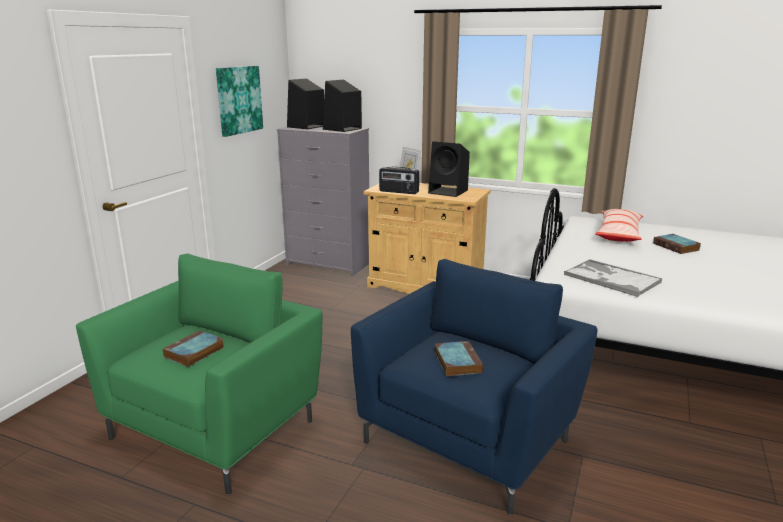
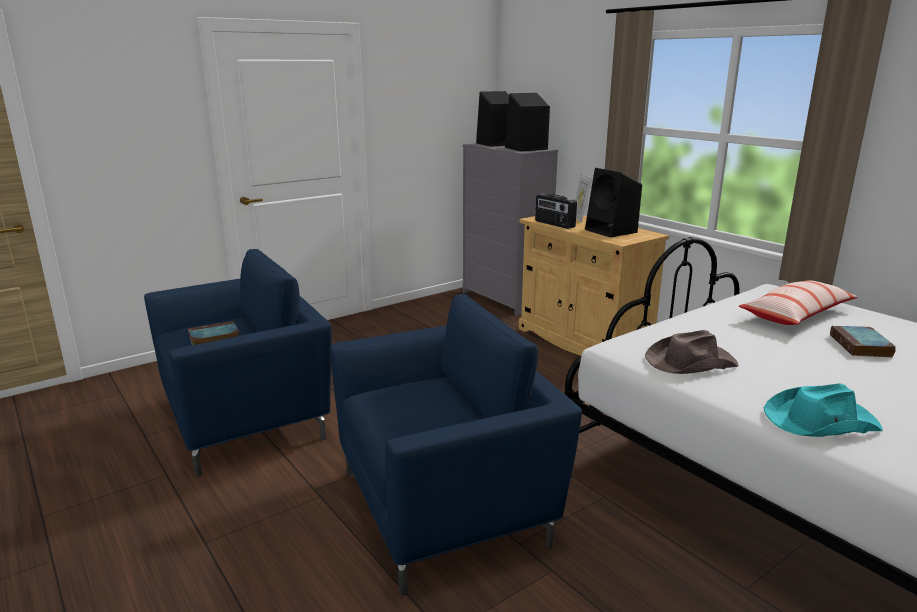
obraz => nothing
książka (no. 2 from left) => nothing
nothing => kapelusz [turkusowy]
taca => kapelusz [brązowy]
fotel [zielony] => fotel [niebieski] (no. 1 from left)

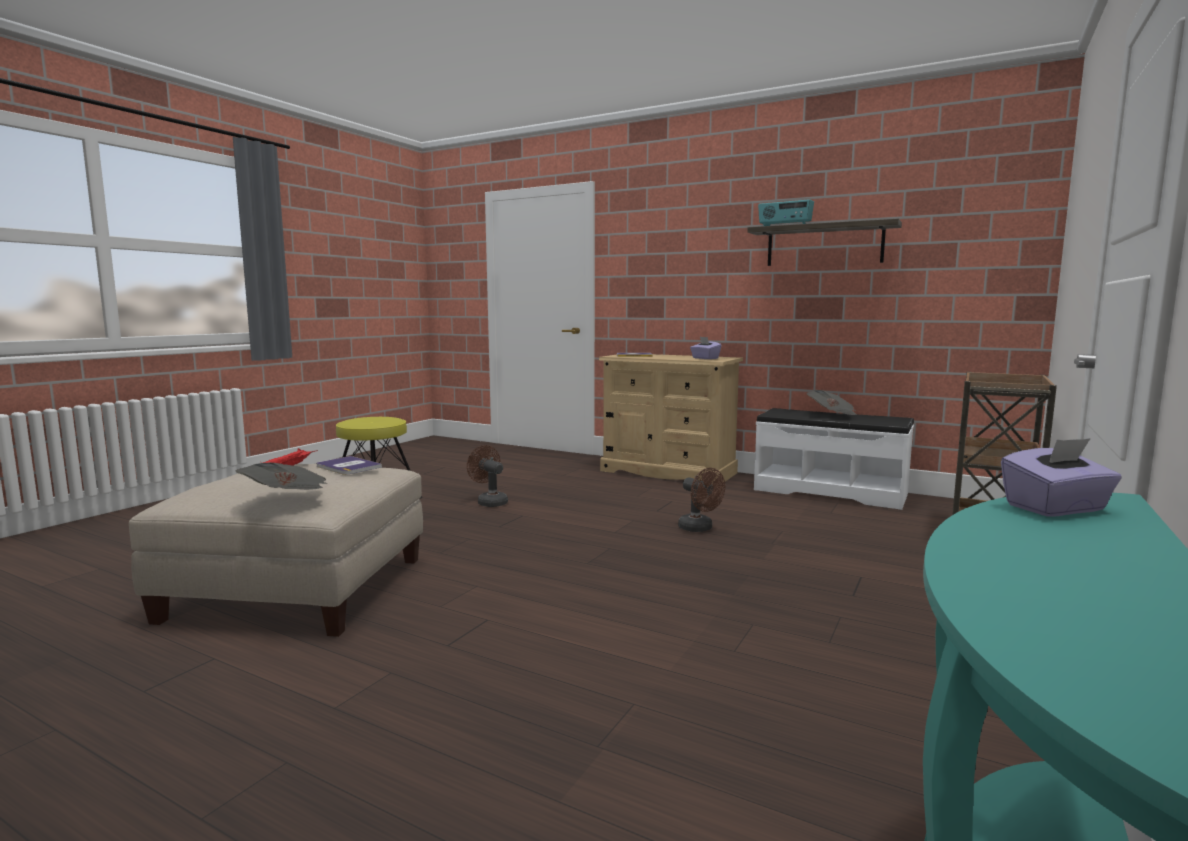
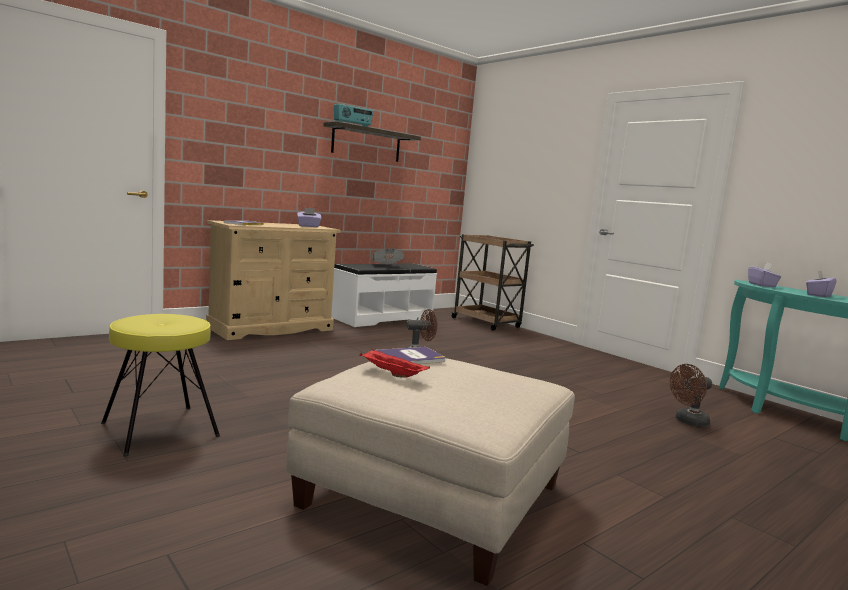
gazeta (no. 1 from left) => nothing
nothing => pudełko chusteczek [fioletowy] (no. 3 from left)
wentylator [brązowy] (no. 1 from left in the first image) => wentylator [brązowy] (no. 2 from left), relocated

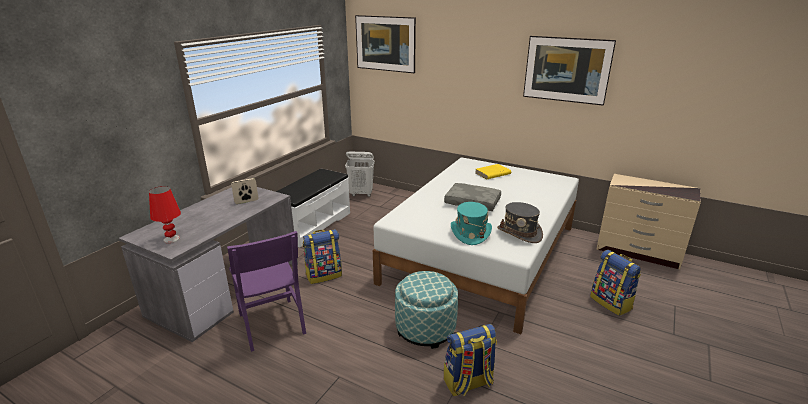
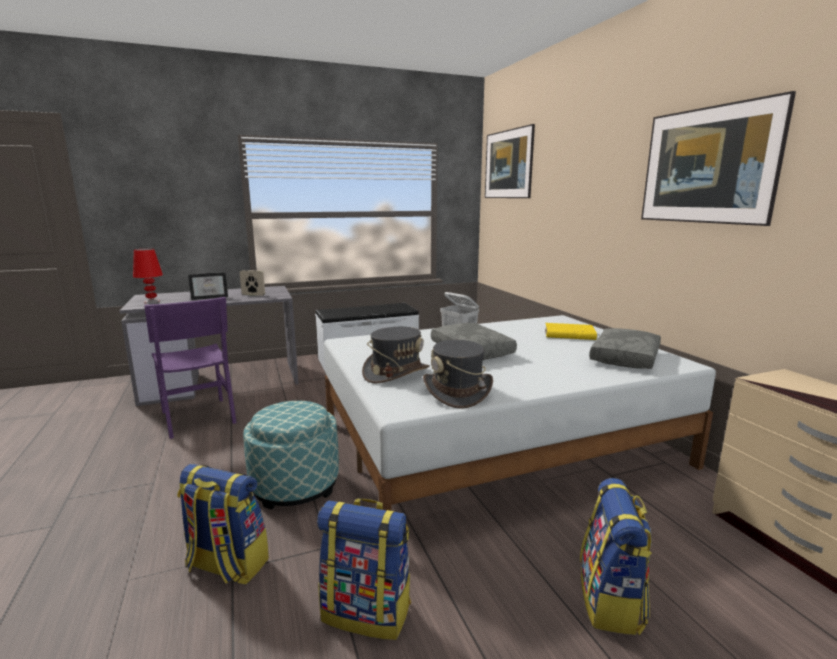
nothing => ramka na zdjęcie (no. 1 from left)
nothing => poduszka [szary] (no. 2 from left)
plecak (no. 1 from left in the first image) => plecak (no. 2 from left), relocated
kapelusz [turkusowy] => kapelusz [szary] (no. 1 from left)
krzesło [fioletowy], 45 degrees counterclockwise

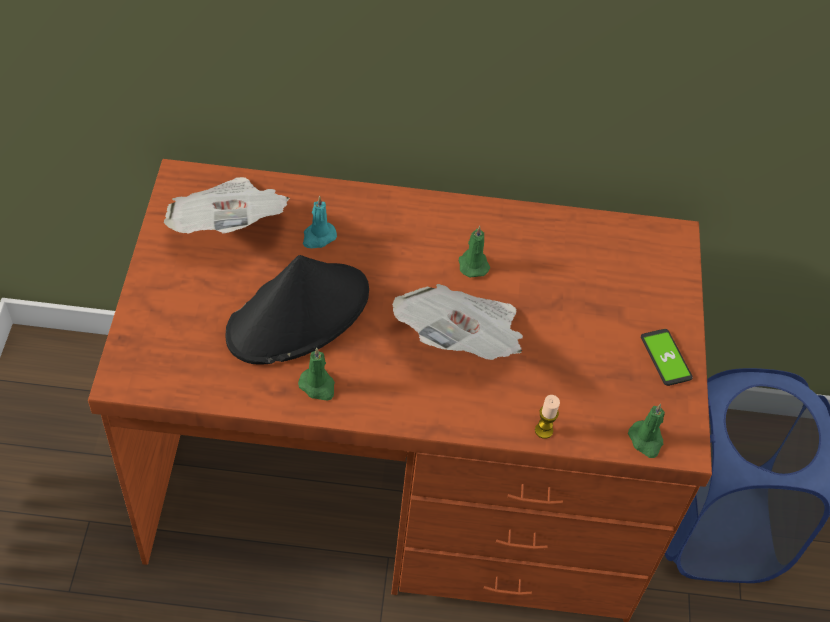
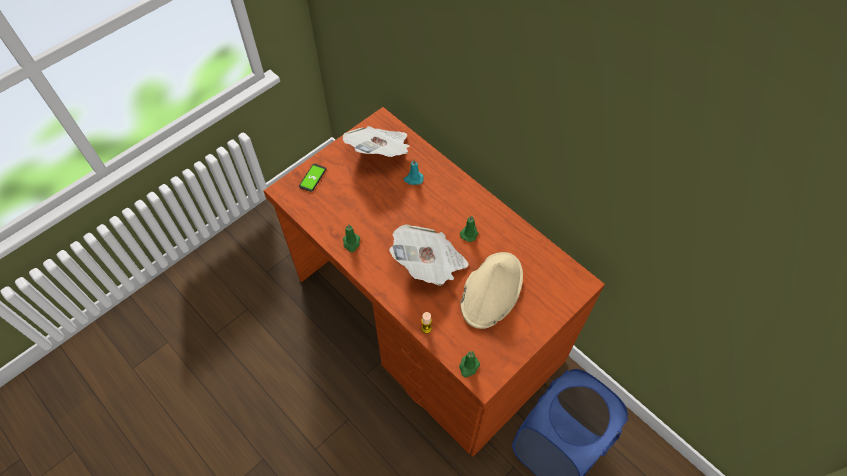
kapelusz [czarny] => nothing
nothing => kapelusz [beżowy]
telefon, relocated

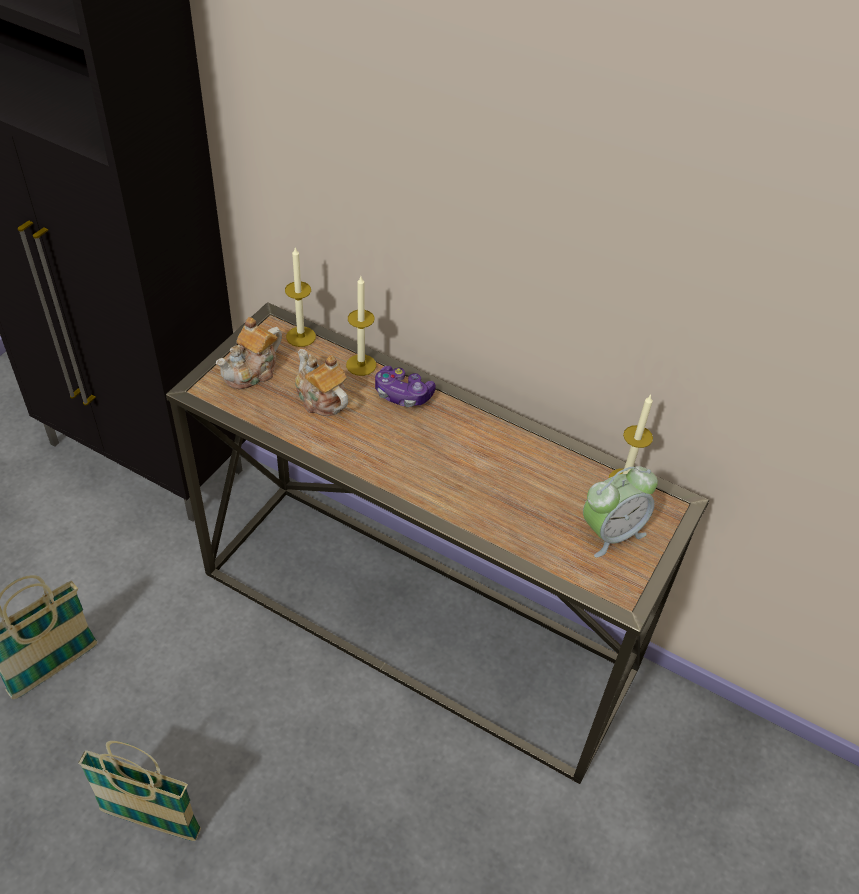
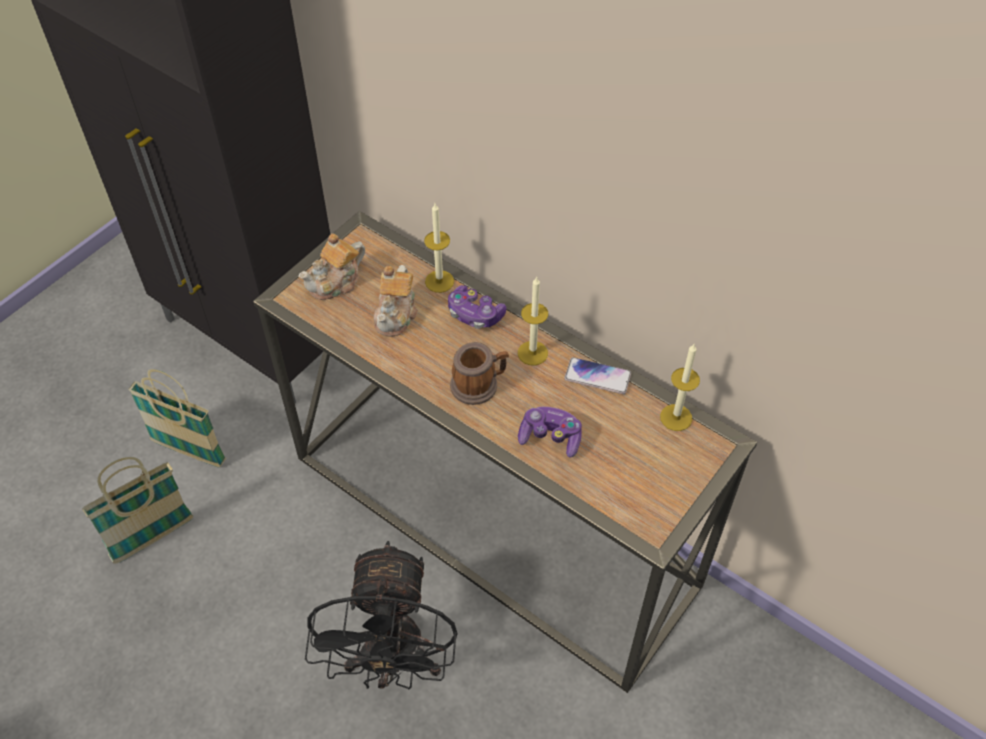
budzik => nothing
nothing => wentylator [czarny]
nothing => kubek
nothing => pad do gier (no. 2 from left)
nothing => telefon
koszyk (no. 2 from left), relocated
świeca (no. 1 from left in the first image) => świeca (no. 2 from left), relocated
imbryk (no. 2 from left), 135 degrees counterclockwise

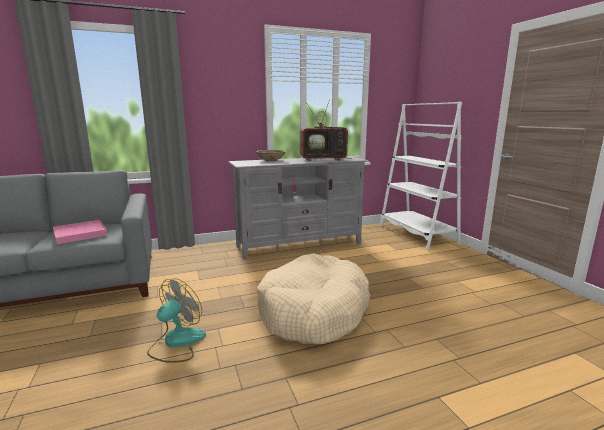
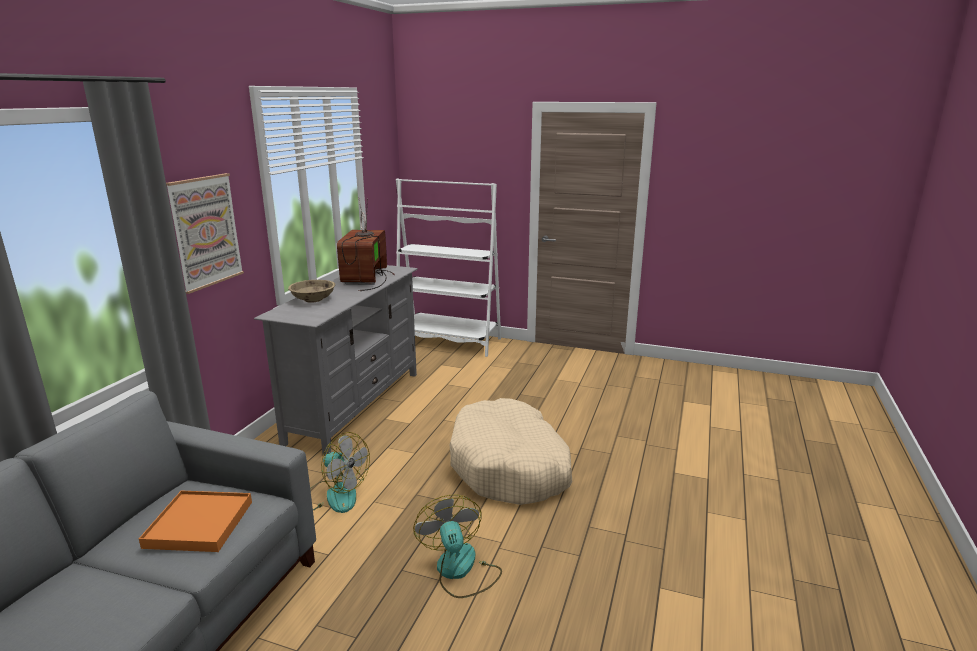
nothing => obraz
nothing => wentylator (no. 1 from left)
taca [różowy] => taca [pomarańczowy]
telewizor, 150 degrees clockwise

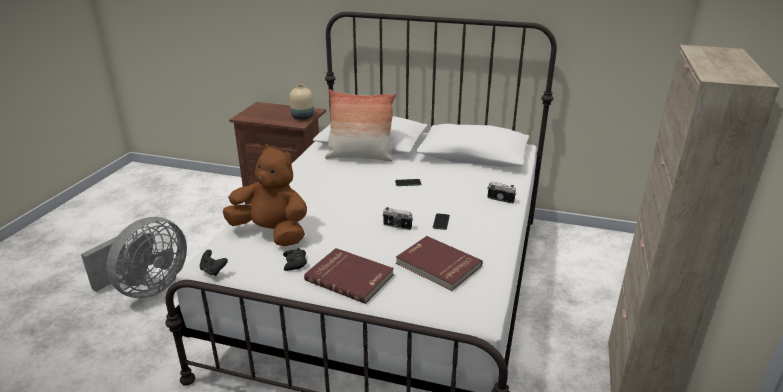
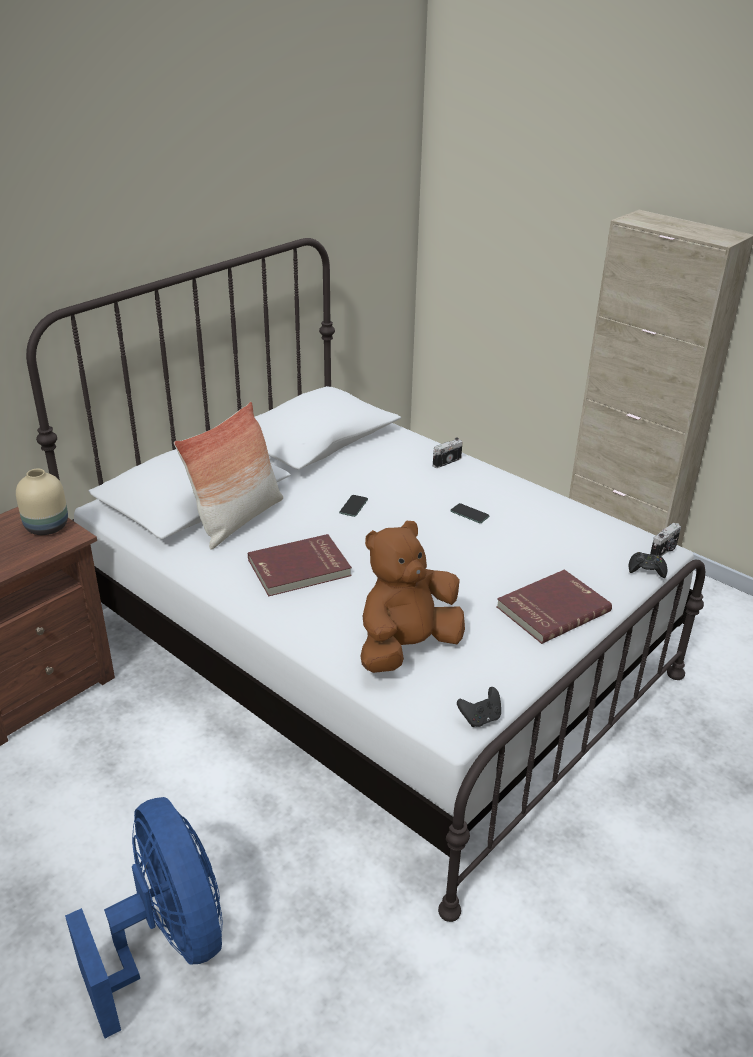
pad do gier [czarny] (no. 2 from left), relocated
aparat fotograficzny (no. 1 from left in the first image) => aparat fotograficzny (no. 2 from left), relocated
książka [czerwony] (no. 2 from left in the first image) => książka [czerwony] (no. 1 from left), relocated
wentylator [szary] => wentylator [niebieski]

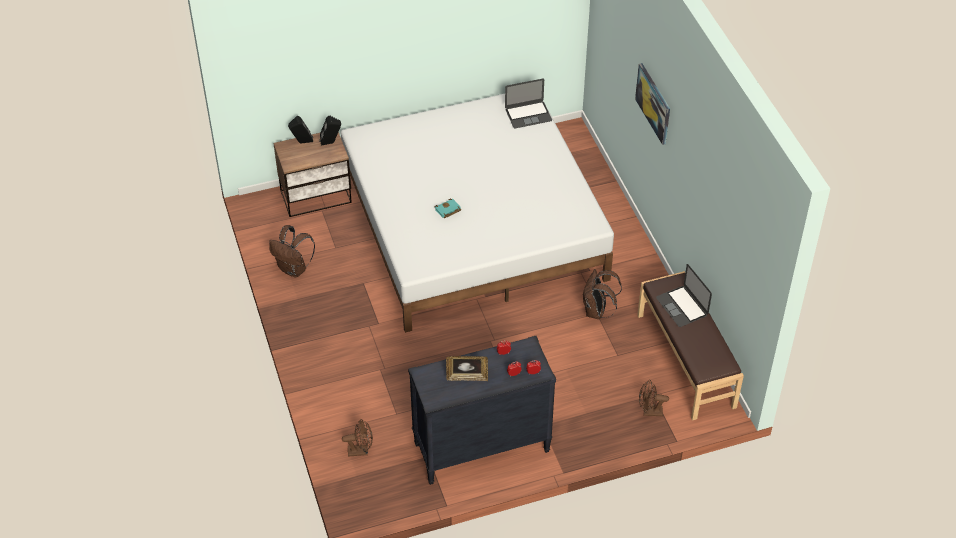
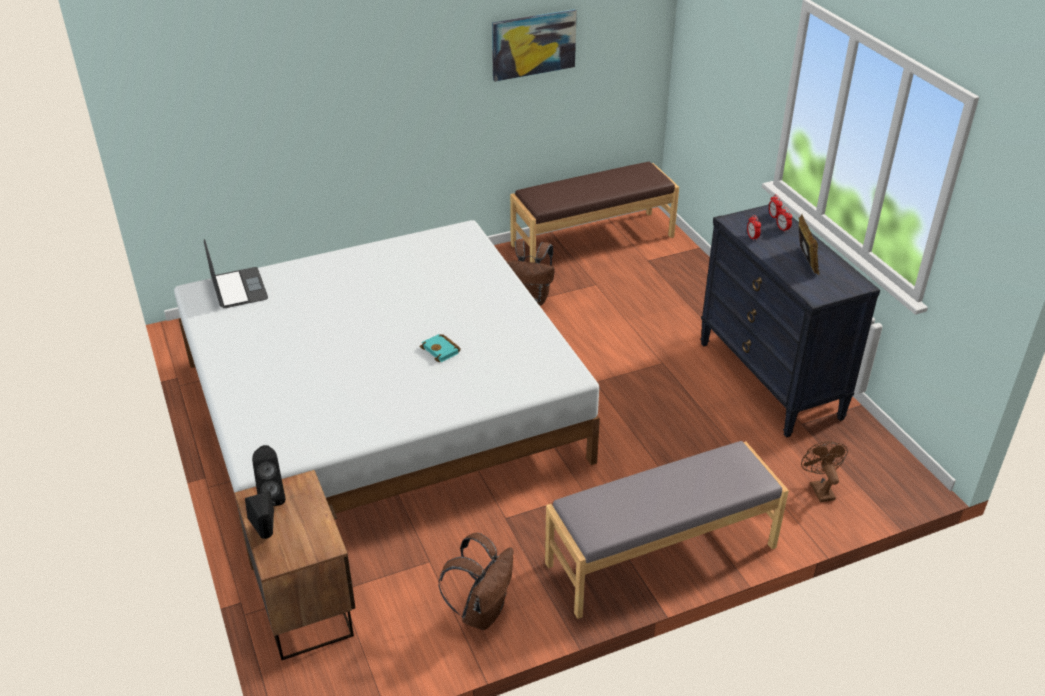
wentylator [brązowy] (no. 2 from left) => nothing
laptop (no. 2 from left) => nothing
nothing => ławka [szary]
obraz, relocated

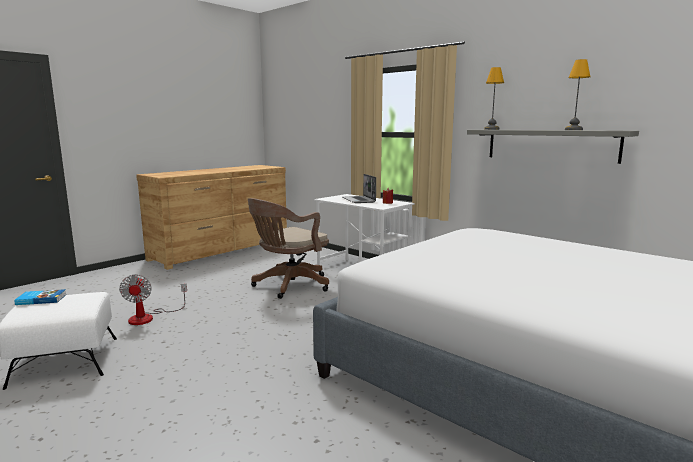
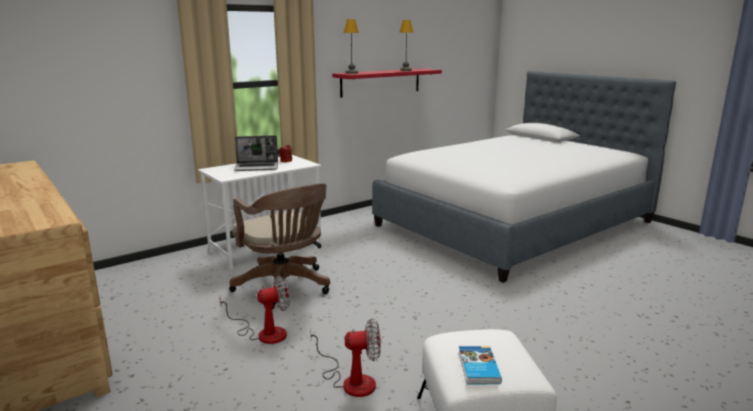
nothing => wentylator (no. 1 from left)
półka [szary] => półka [czerwony]

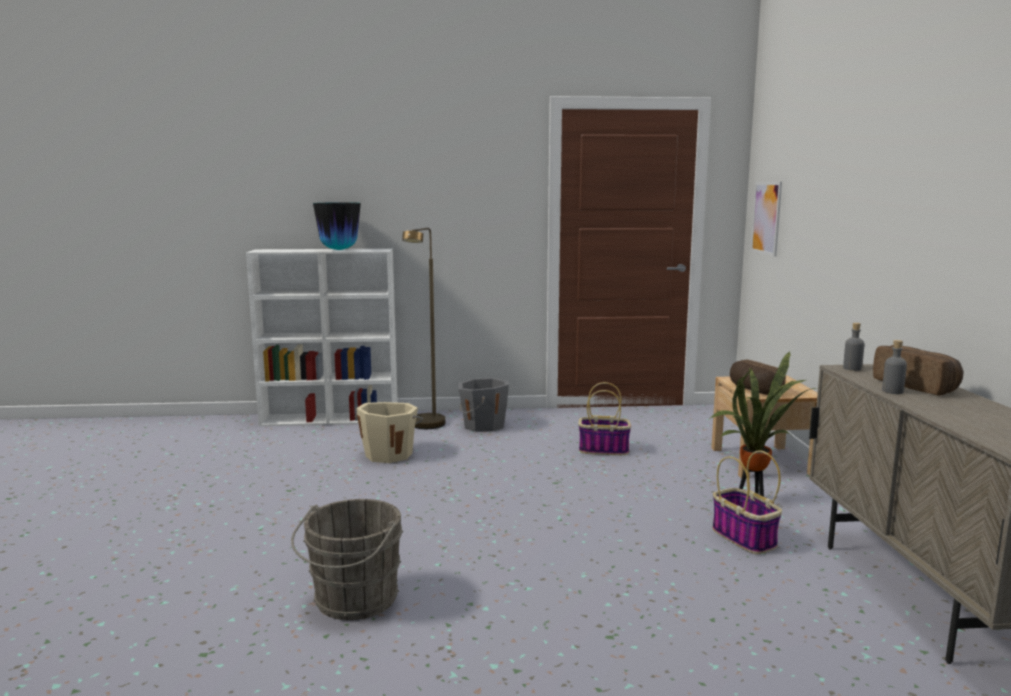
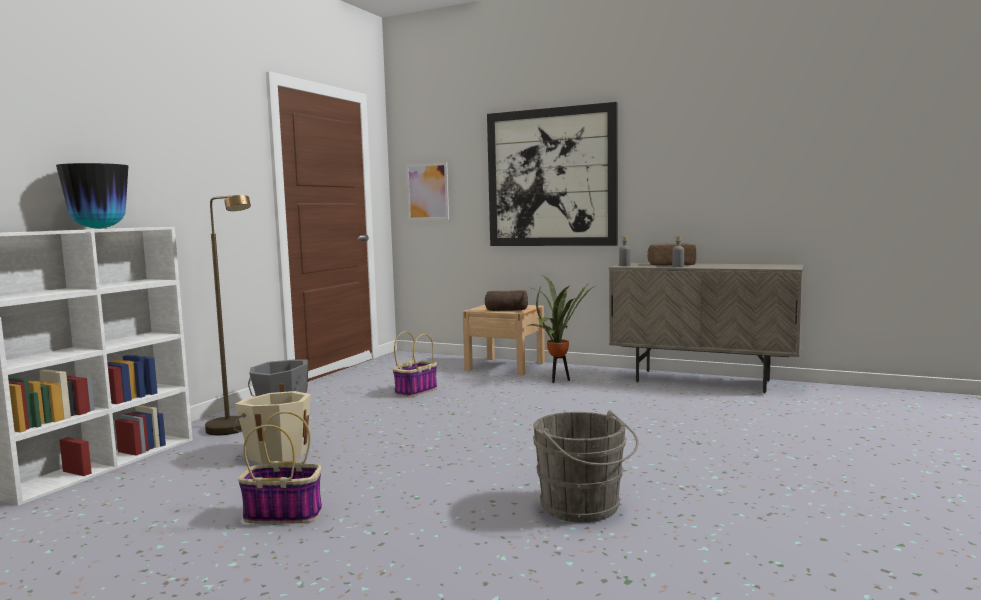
nothing => obraz (no. 2 from left)
koszyk (no. 2 from left in the first image) => koszyk (no. 1 from left), relocated

